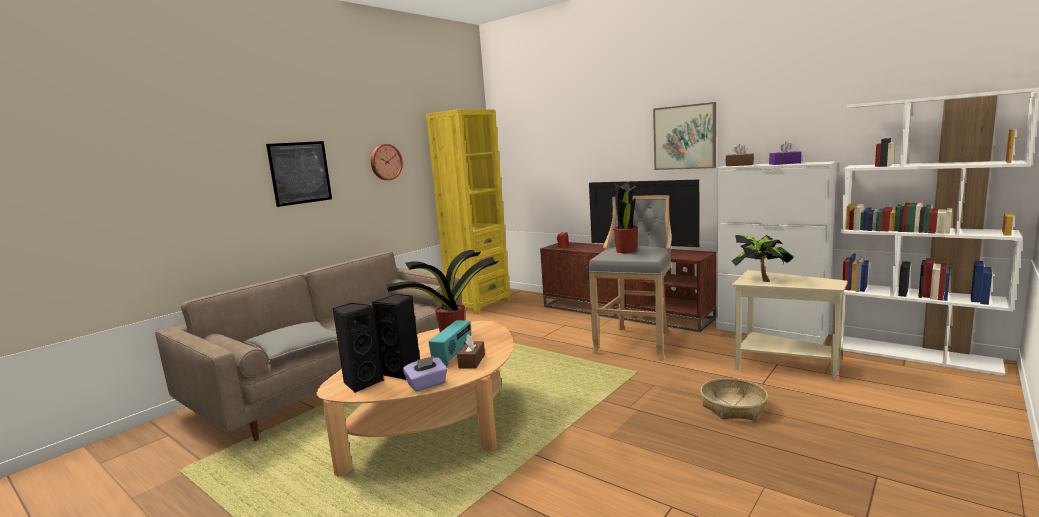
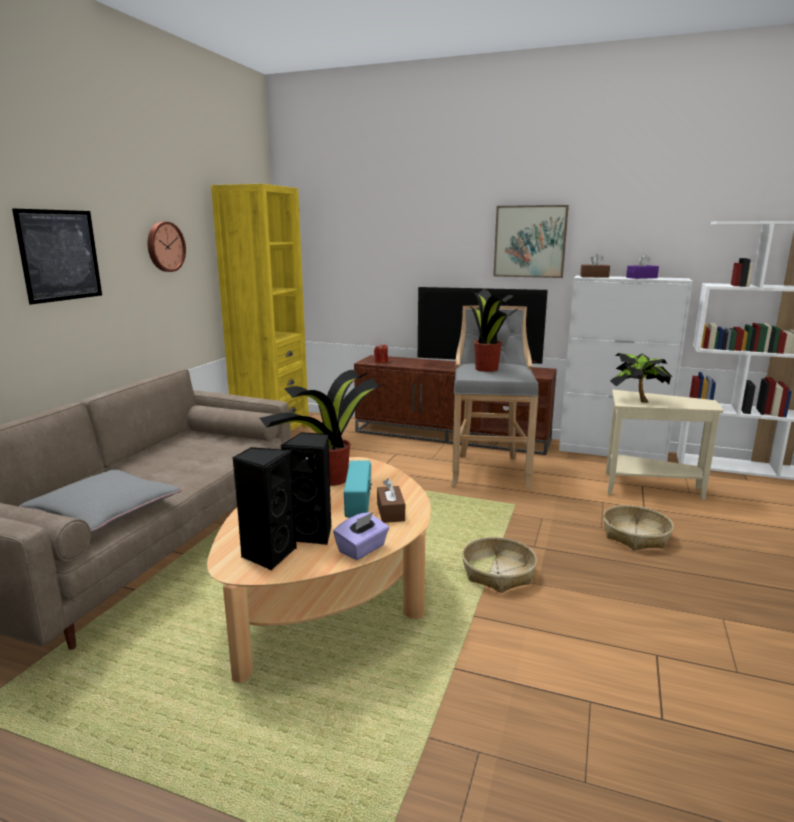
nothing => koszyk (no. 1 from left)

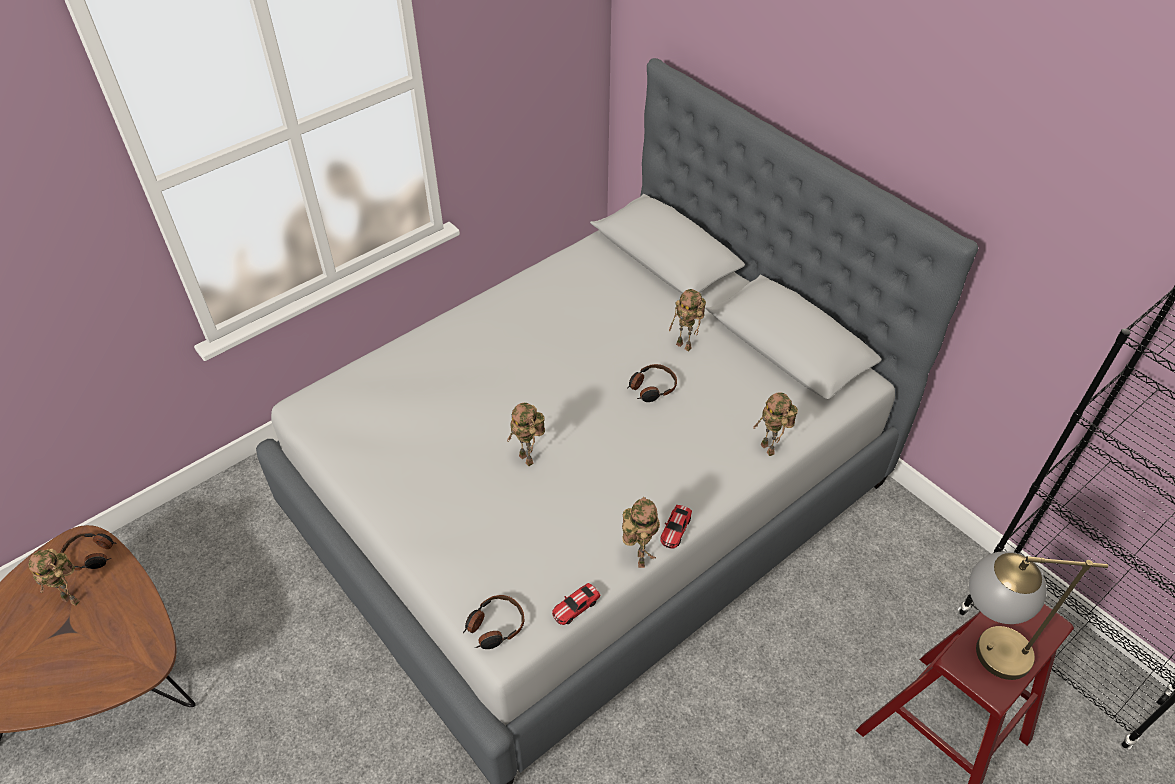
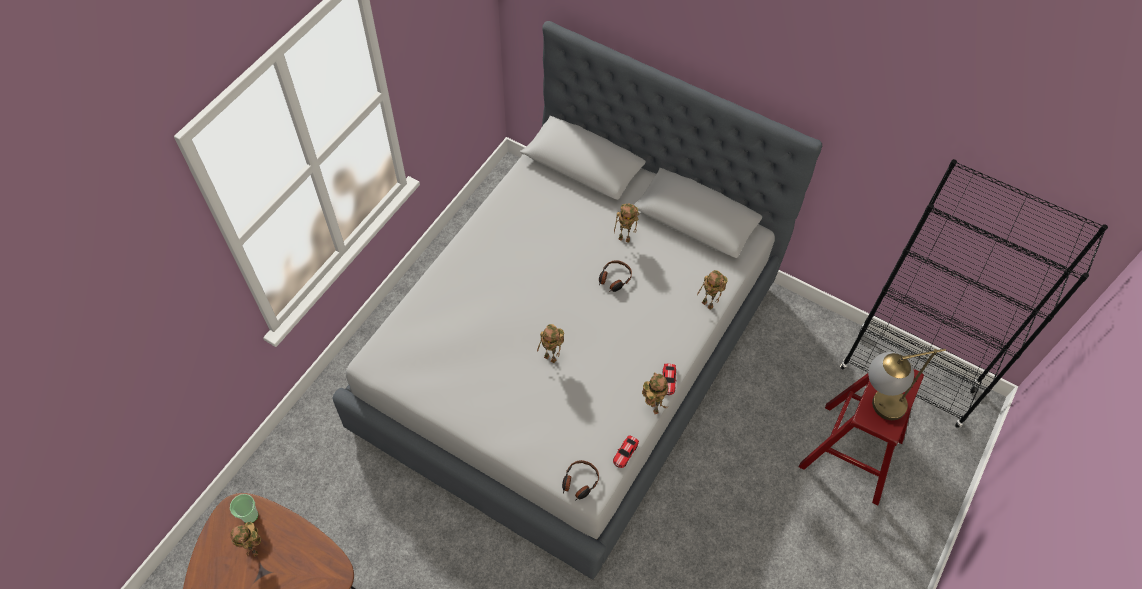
słuchawki (no. 1 from left) => filiżanka
robot zabawkowy (no. 1 from left), 60 degrees clockwise

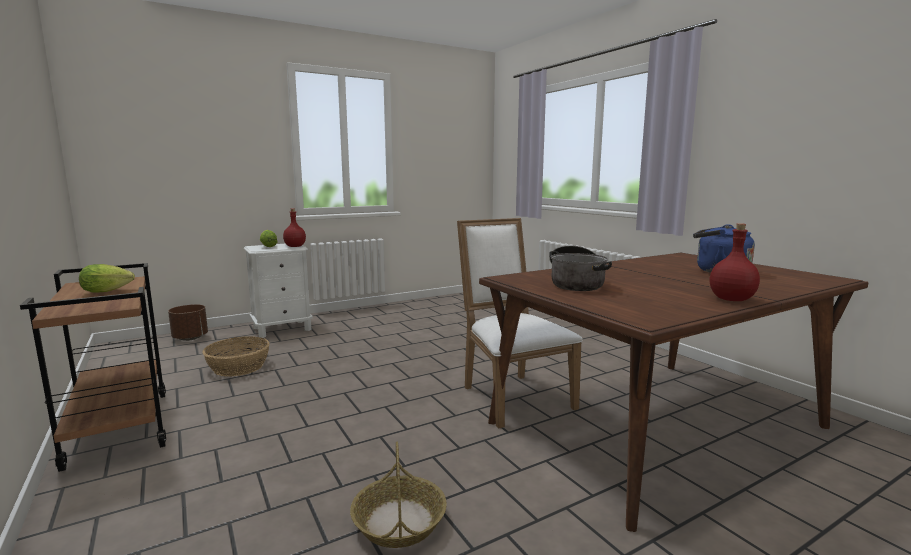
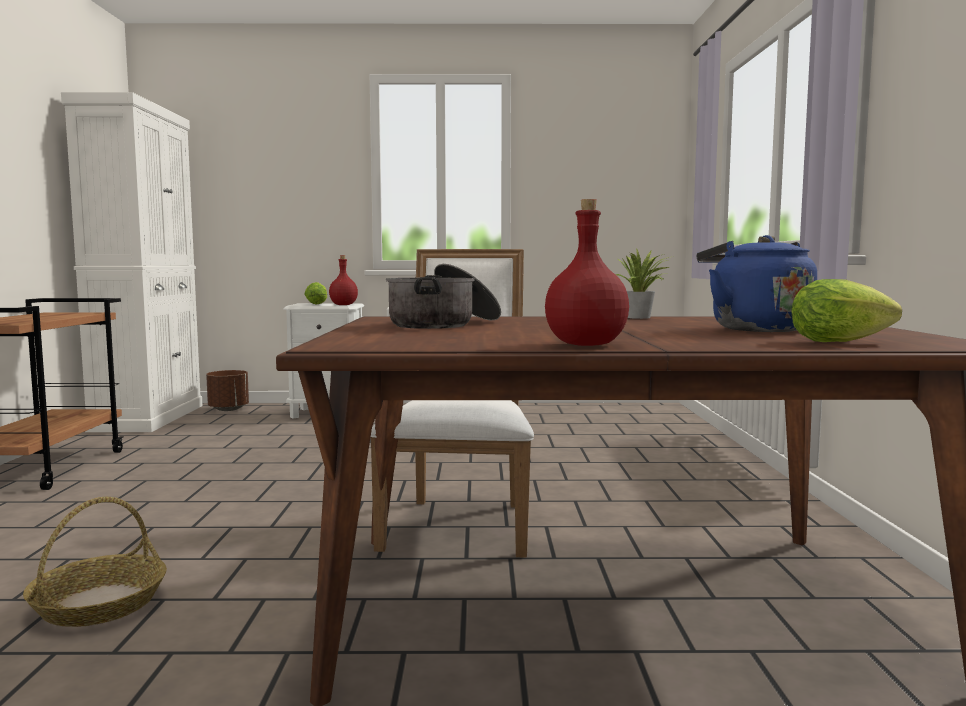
koszyk (no. 1 from left) => nothing
nothing => szafka [biały]
nothing => roślina doniczkowa
sałata (no. 1 from left in the first image) => sałata (no. 2 from left), relocated

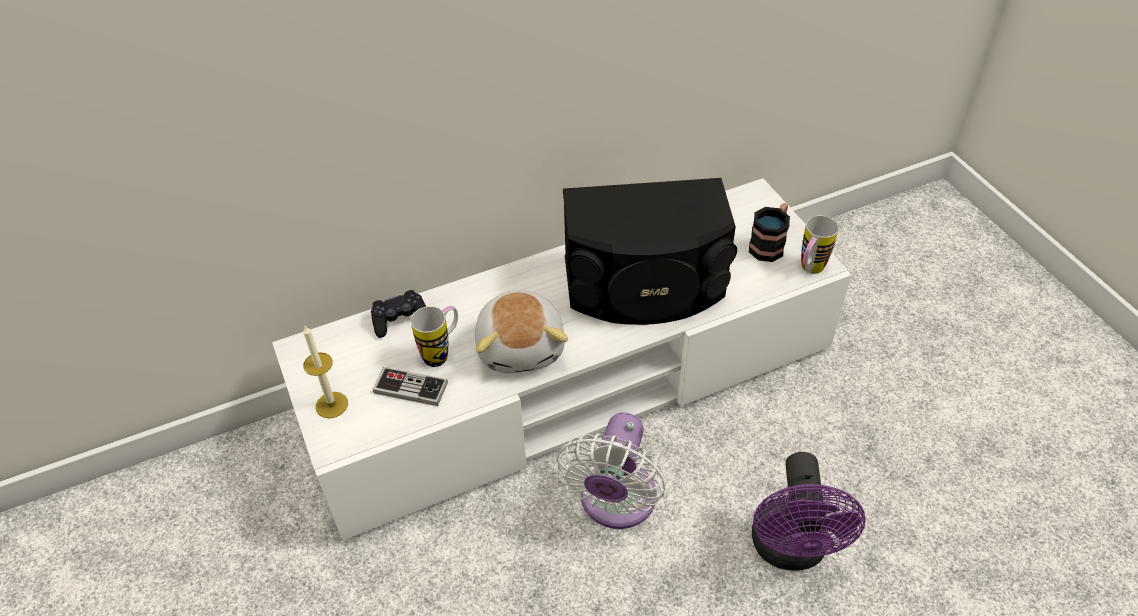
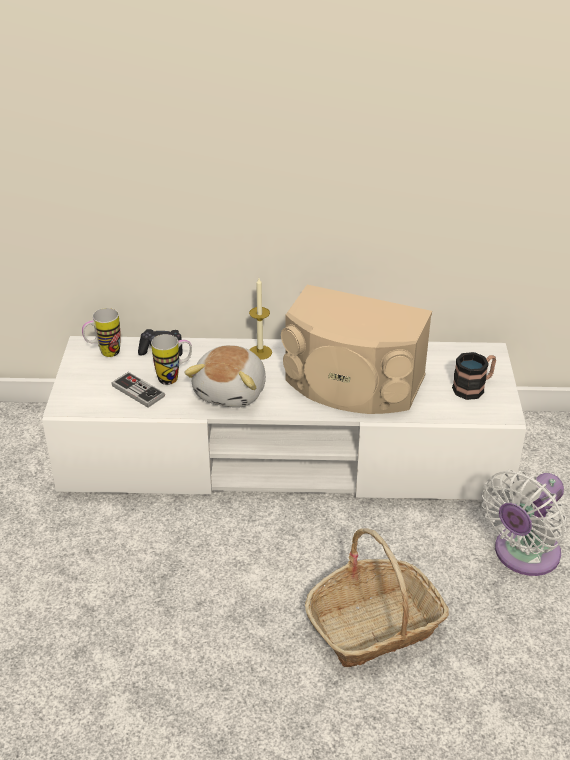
świeca, relocated
wentylator [biały], relocated
kubek (no. 3 from left in the first image) => kubek (no. 1 from left), relocated
wentylator [fioletowy] => koszyk
głośnik [czarny] => głośnik [beżowy]

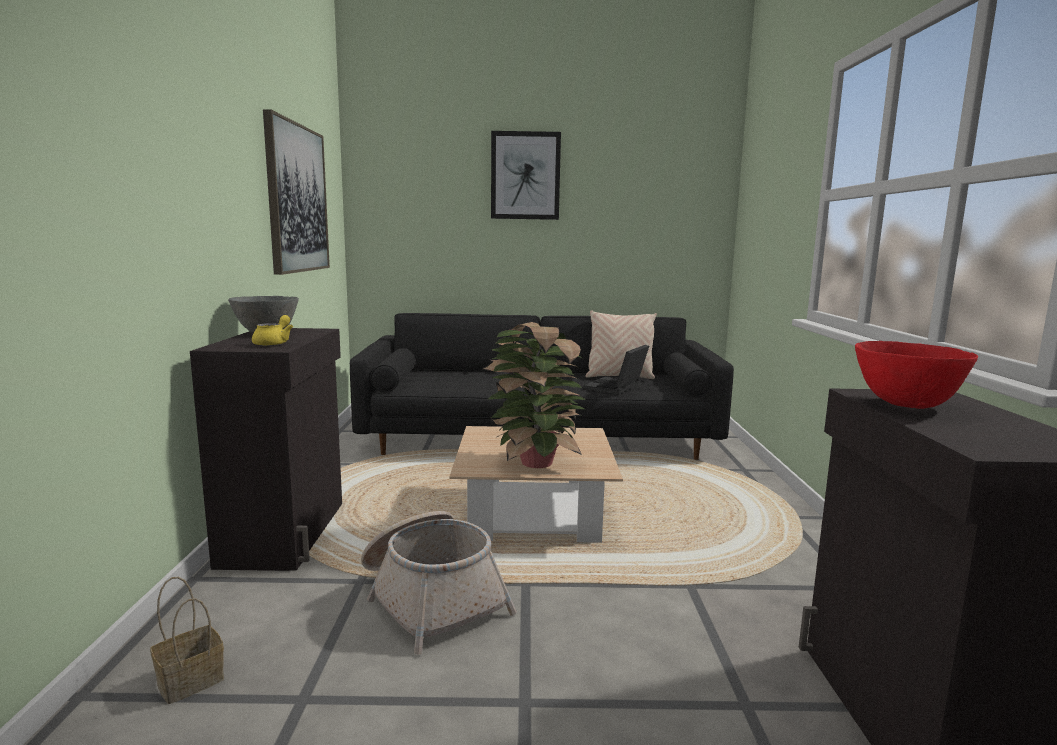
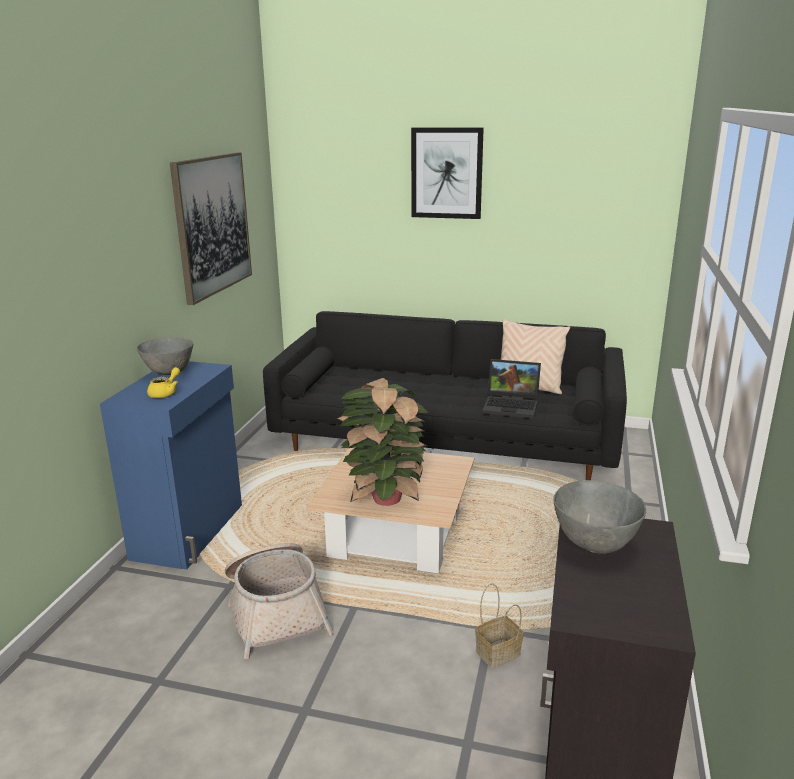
koszyk (no. 1 from left in the first image) => koszyk (no. 2 from left), relocated
szafka [czarny] (no. 1 from left) => szafka [niebieski]
miska [czerwony] => miska [szary] (no. 2 from left)
laptop, 120 degrees counterclockwise

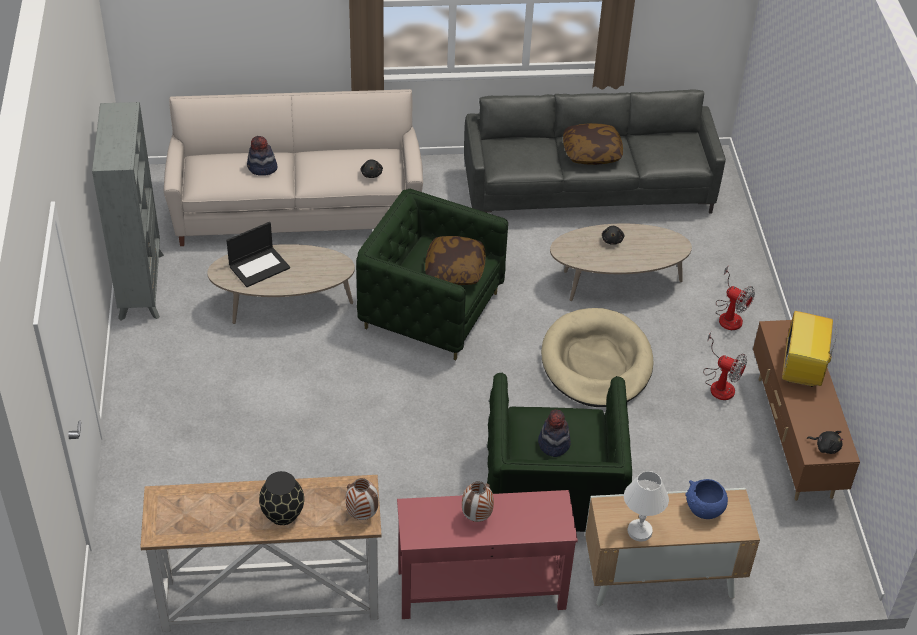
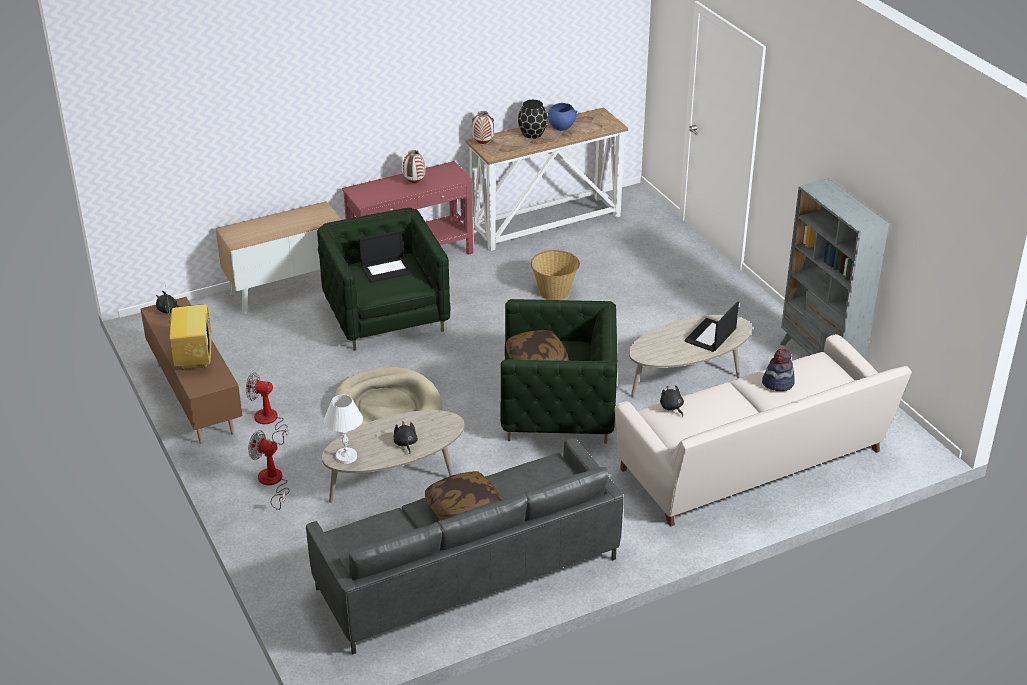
nothing => koszyk
lampa stołowa [biały], relocated
miska [niebieski], relocated
kapelusz (no. 2 from left) => laptop (no. 1 from left)

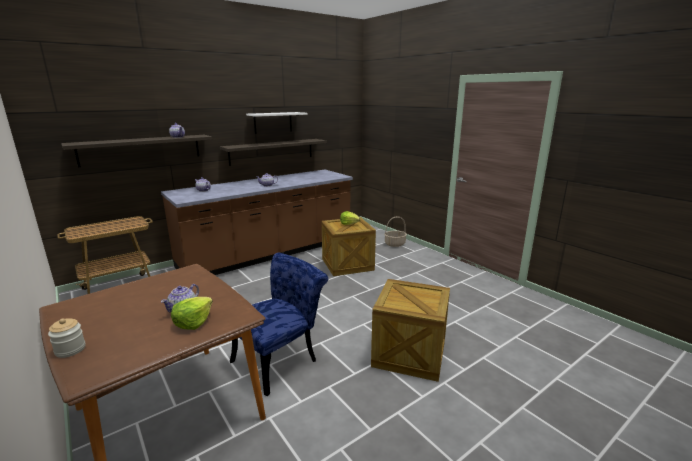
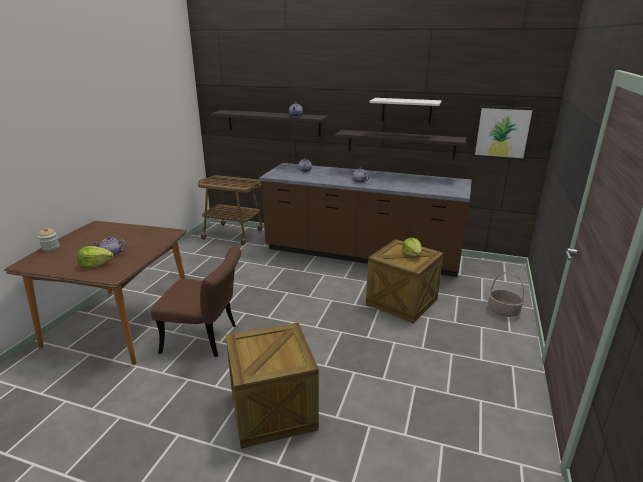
nothing => obraz
krzesło [niebieski] => krzesło [brązowy]

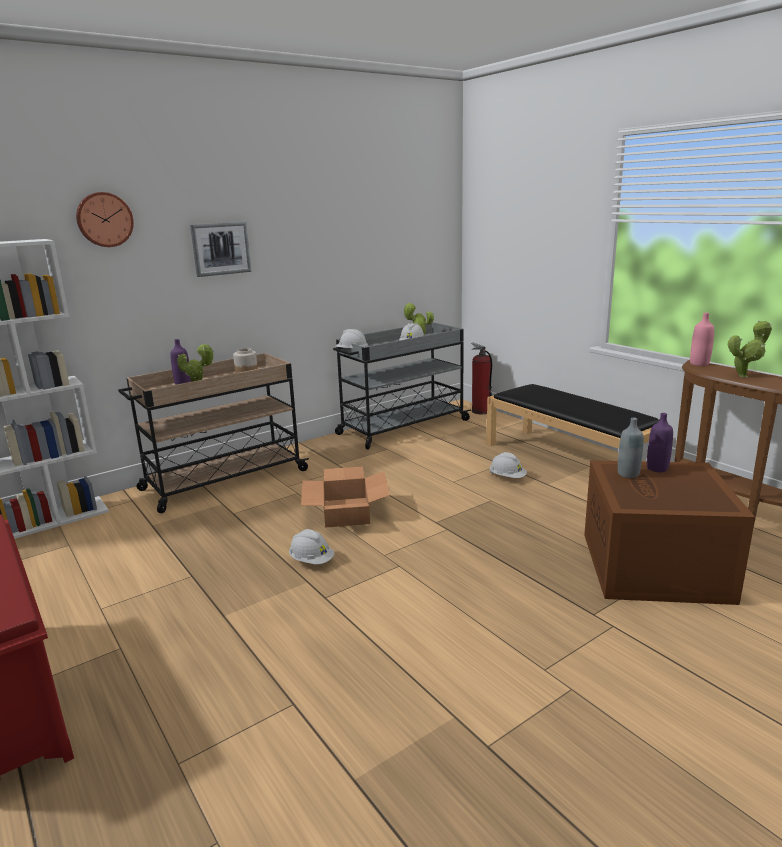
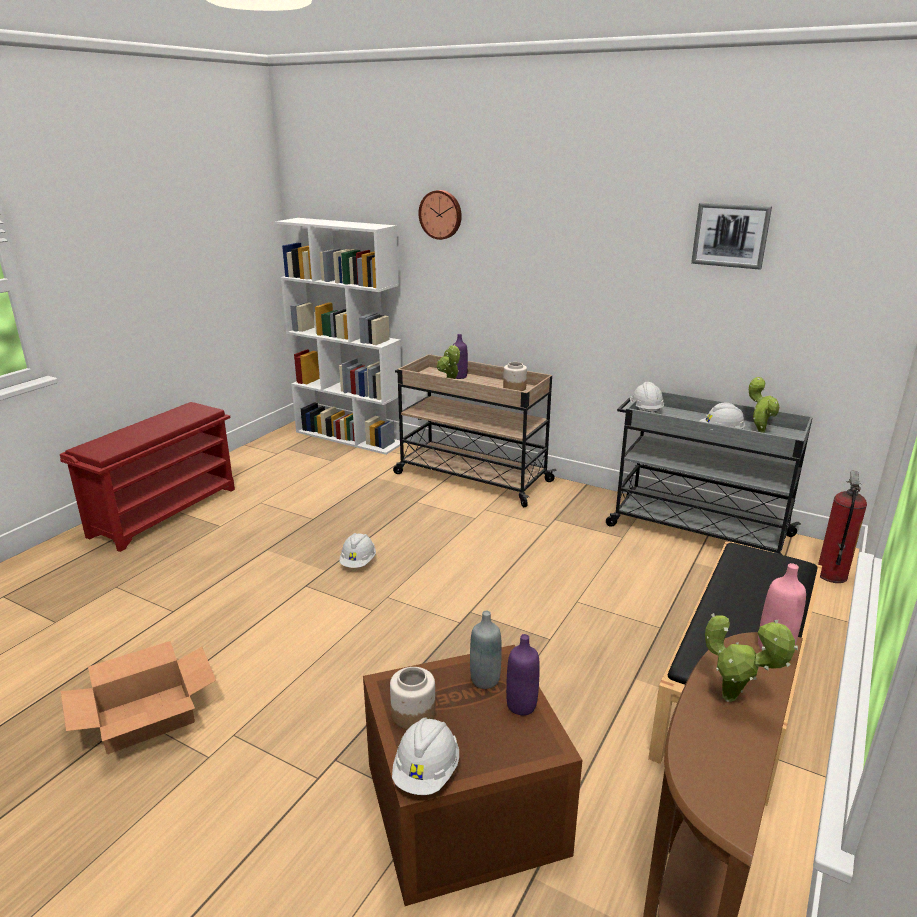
nothing => słoik (no. 1 from left)
obraz, relocated
karton, relocated
kask [biały] (no. 4 from left in the first image) => kask [biały] (no. 2 from left), relocated

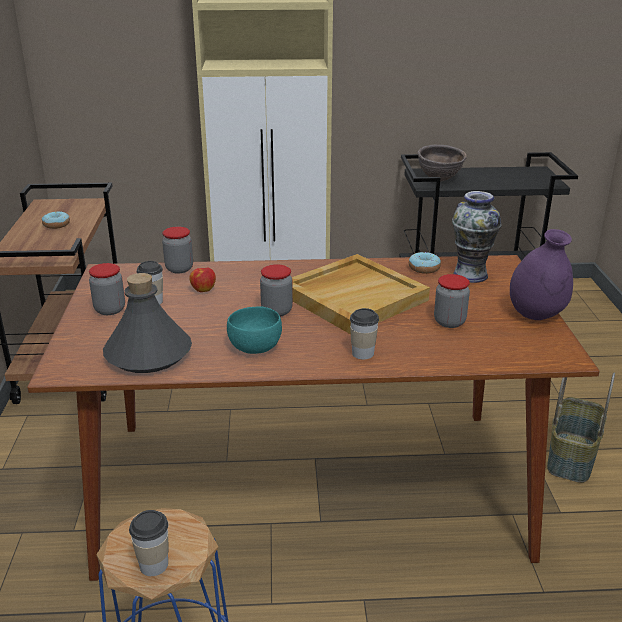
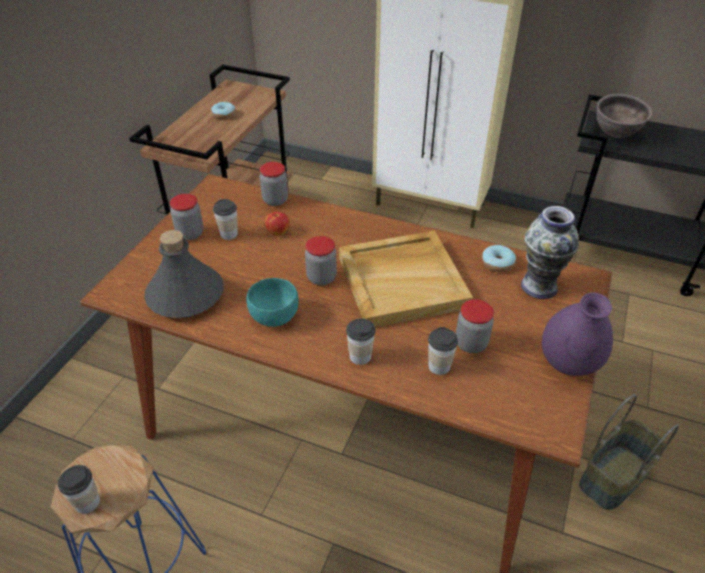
nothing => filiżanka (no. 4 from left)

